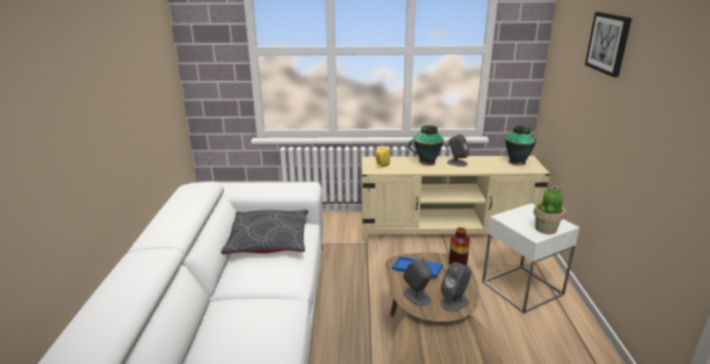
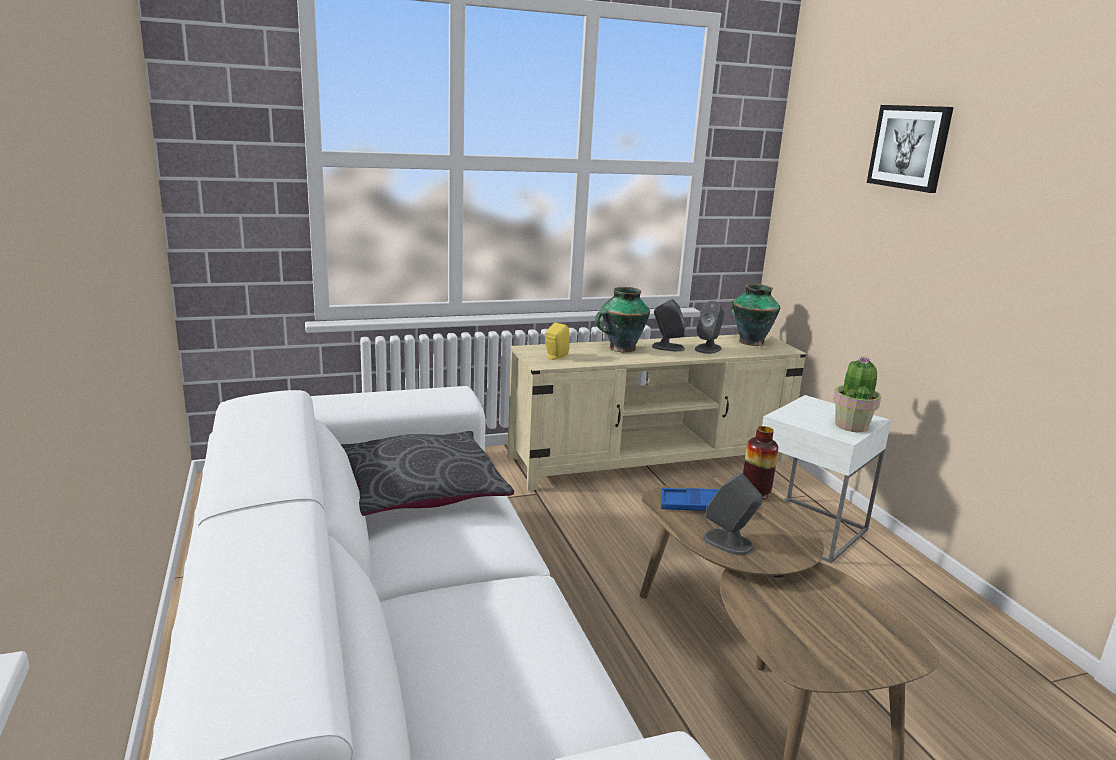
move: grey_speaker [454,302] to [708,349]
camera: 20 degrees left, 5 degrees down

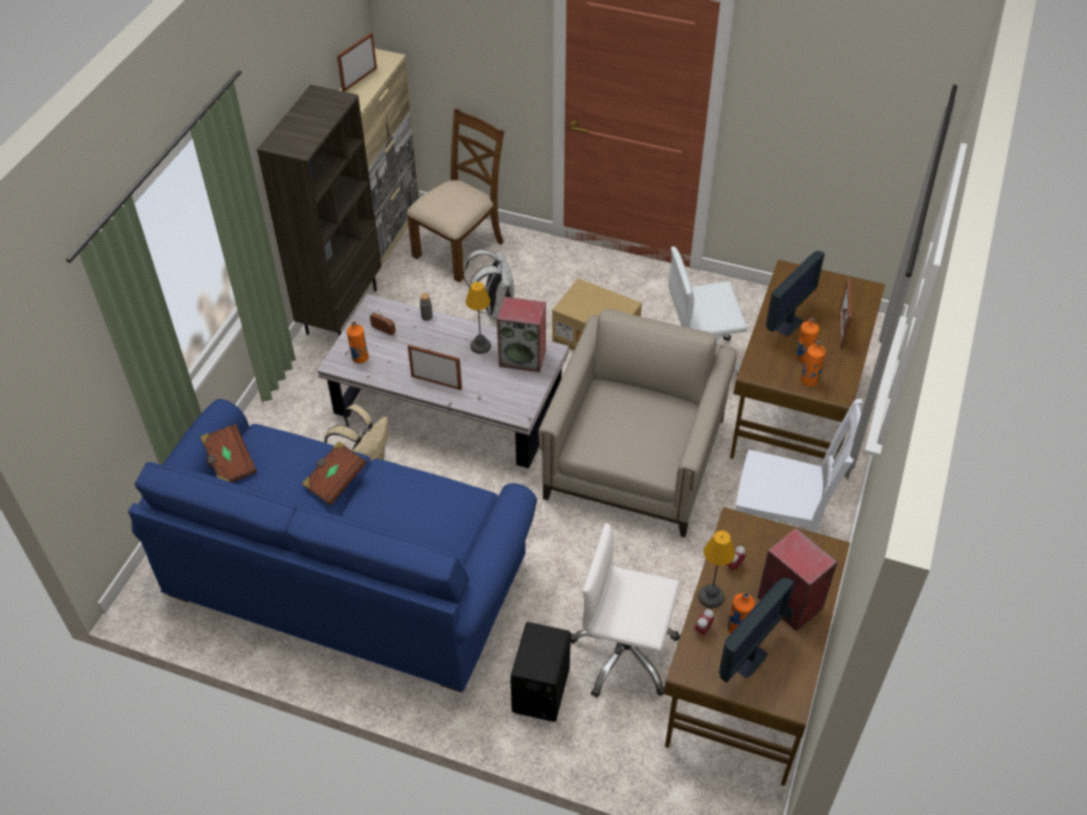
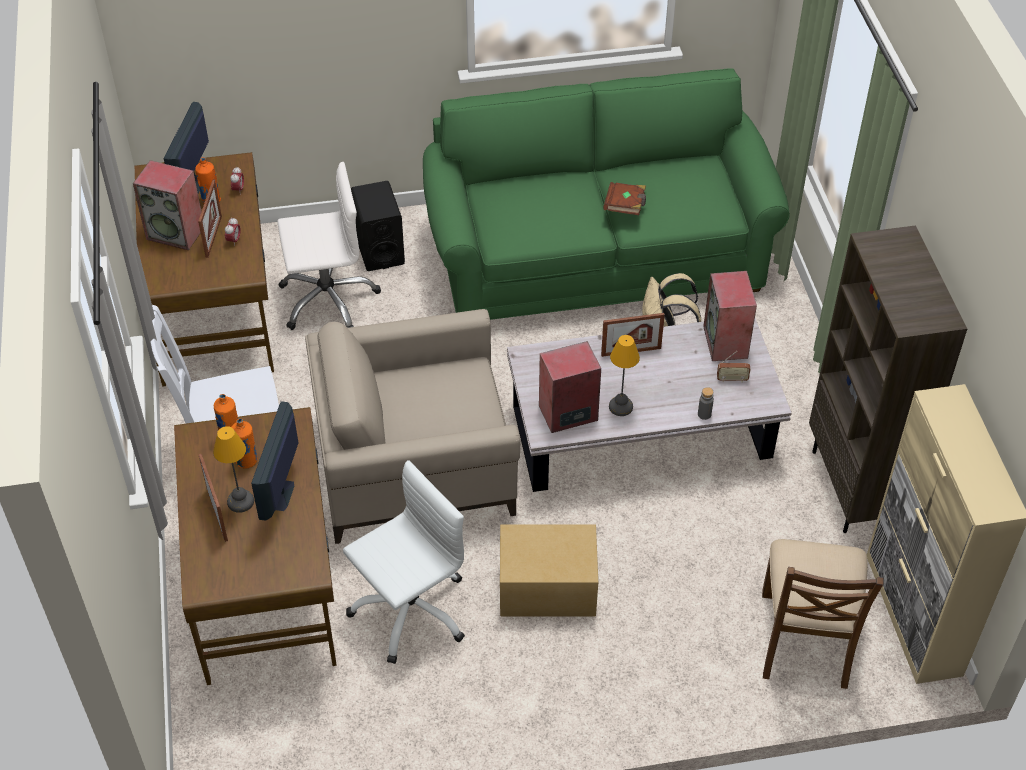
delete: brown_book [229,463]; white_backpack [494,308]
move: picture_frame [359,79] to [213,236]; table_lamp [711,596] to [240,502]
replace: orange_bottle [360,358] to speaker [726,342]
recolor: blue_sofa [346,577] to green_sofa [597,258]
rotate: beige_armchair [635,459] = [415,464] 90 degrees clockwise
camera: 150 degrees right, 0 degrees up

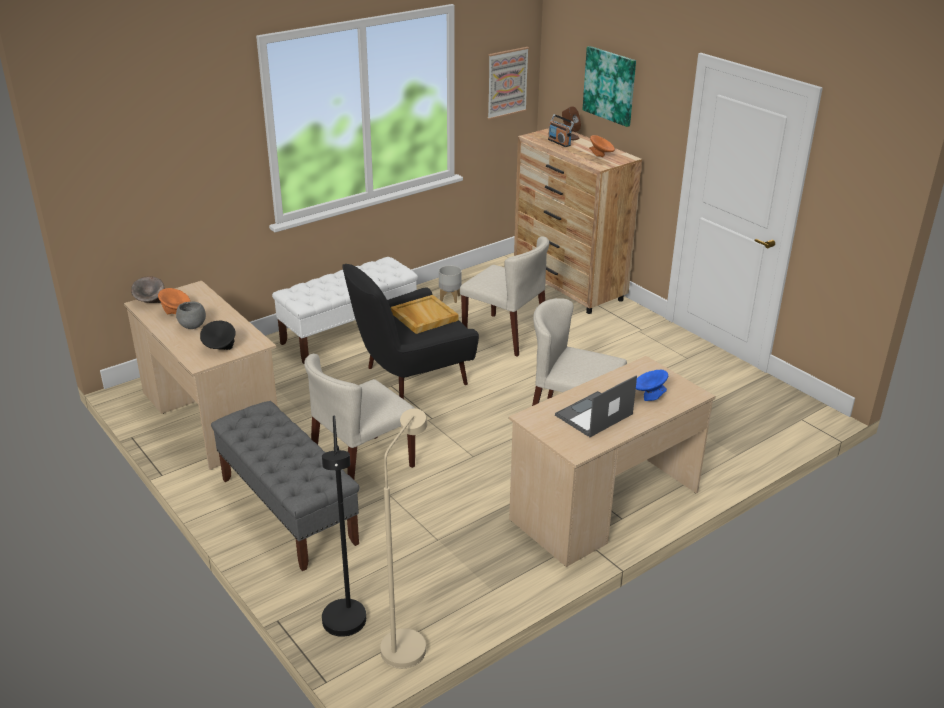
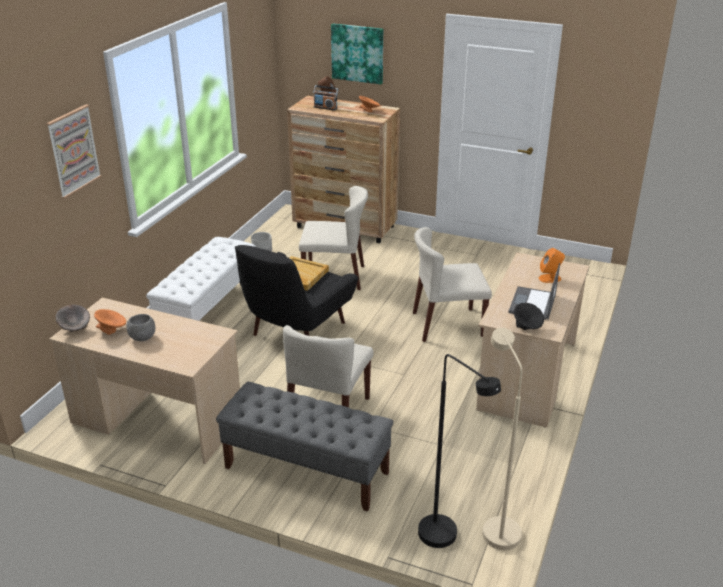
move: black_bowl [220,348] to [527,328]; picture [507,82] to [73,151]
replace: blue_bowl [649,395] to orange_speaker [550,278]
camera: 30 degrees left, 0 degrees up

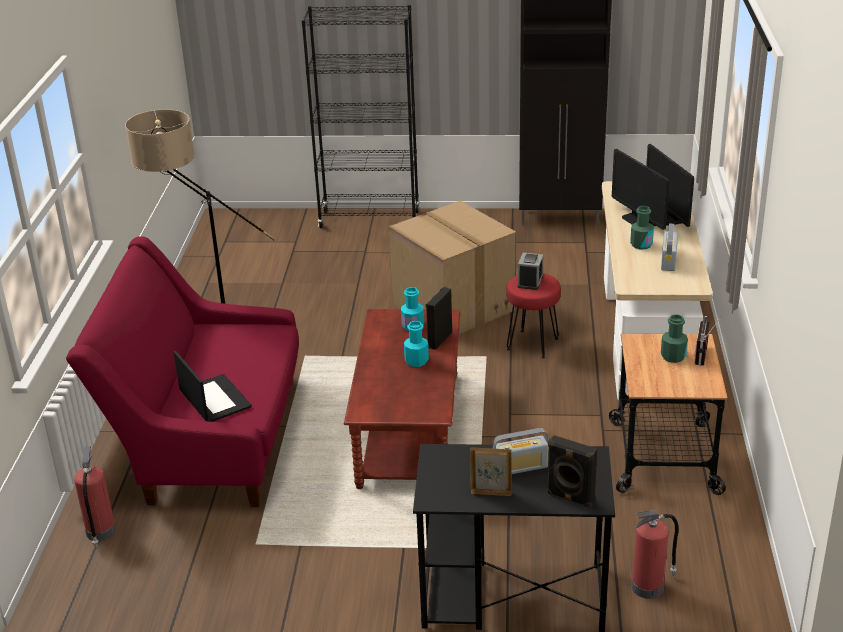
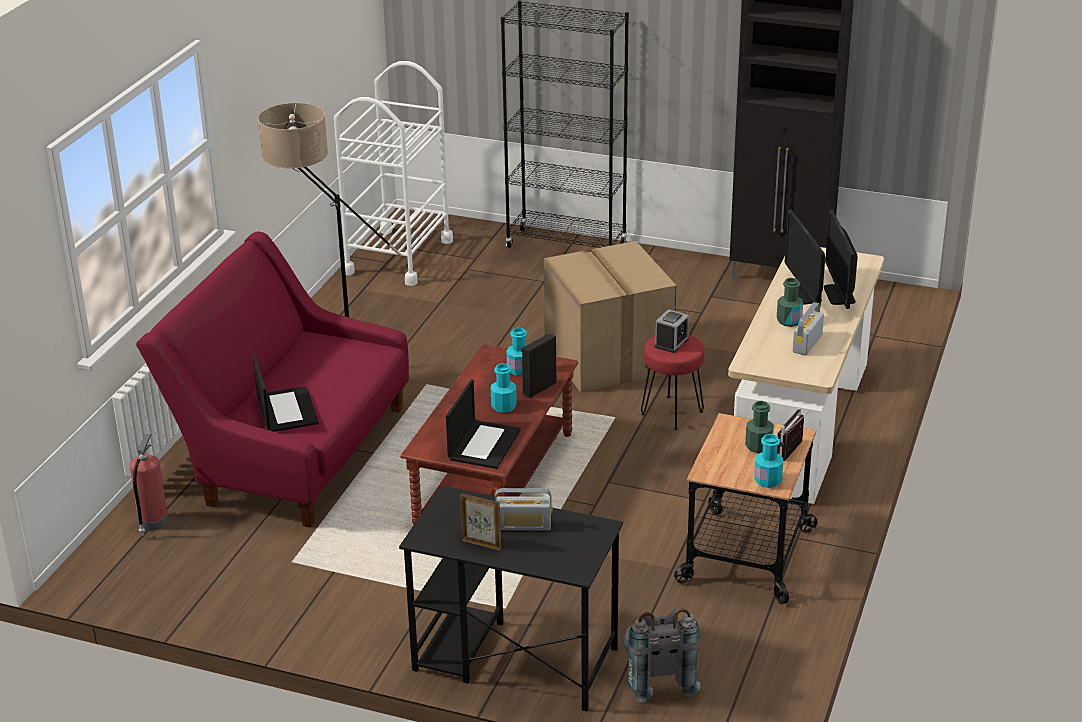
delete: black_speaker [570,498]
insert: white_cart [398,256]; laptop [484,444]; turquoise_bottle [767,480]
replace: fire_extinguisher [649,586] to grey_backpack [657,678]
camera: 15 degrees right, 0 degrees up

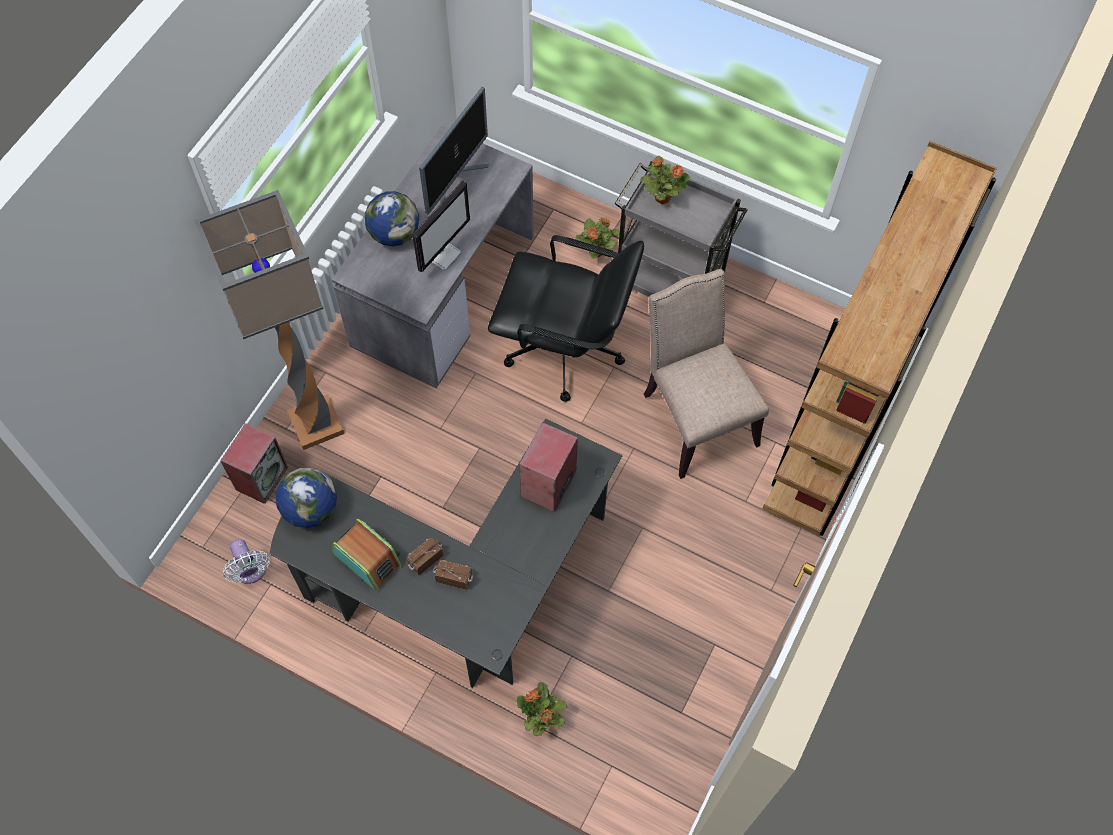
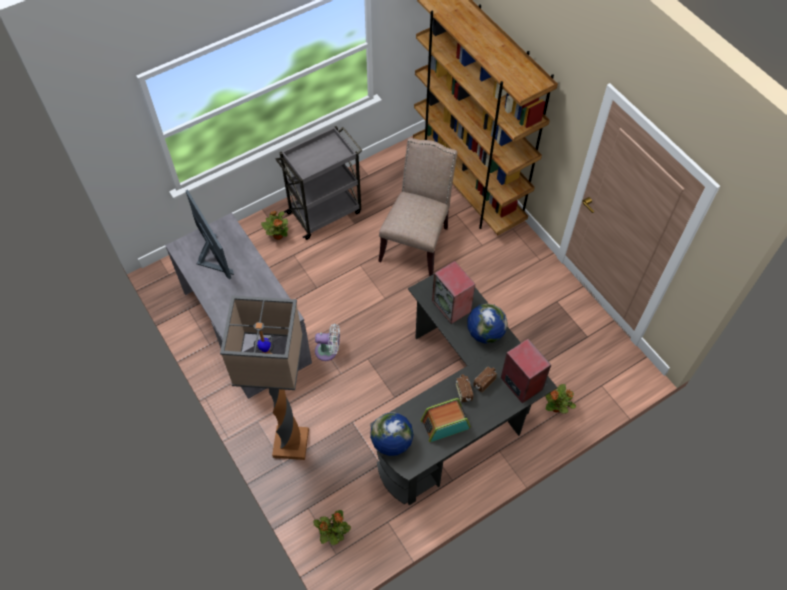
delete: monitor [442,254]; black_office_chair [565,349]
move: speaker [261,477] to [520,383]; white_fan [250,571] to [328,351]; globe [394,234] to [485,333]; potted_plant [662,197] to [333,534]
rotate: beige_chair [695,416] = [417,242] 105 degrees clockwise
camera: 60 degrees left, 5 degrees down

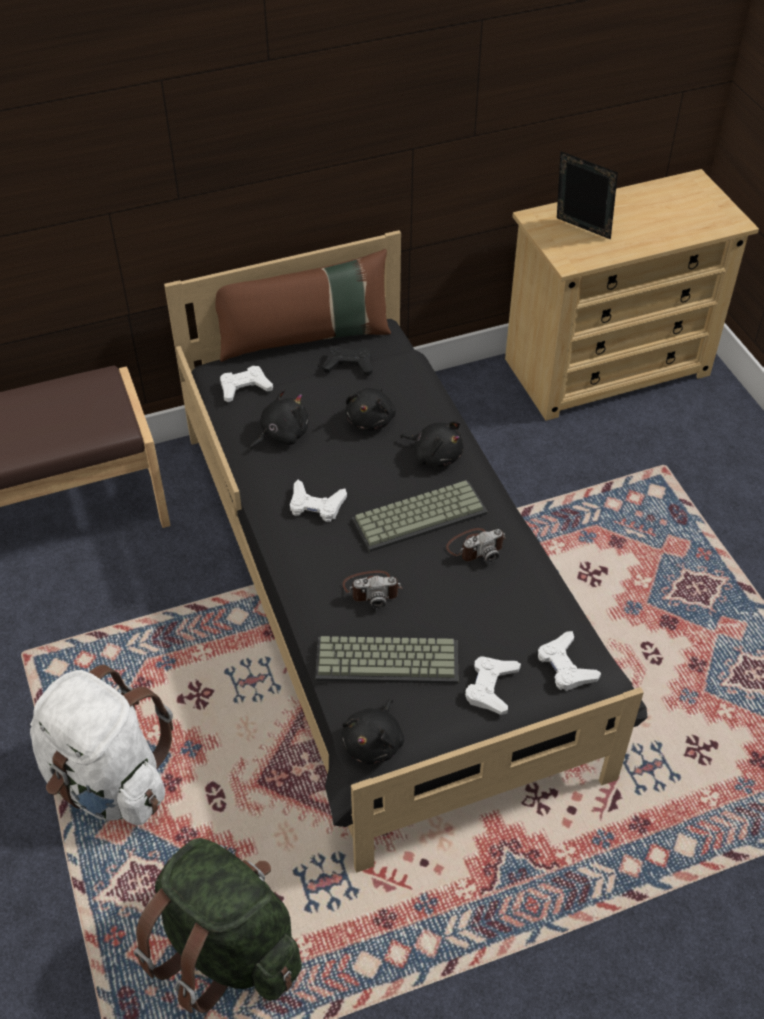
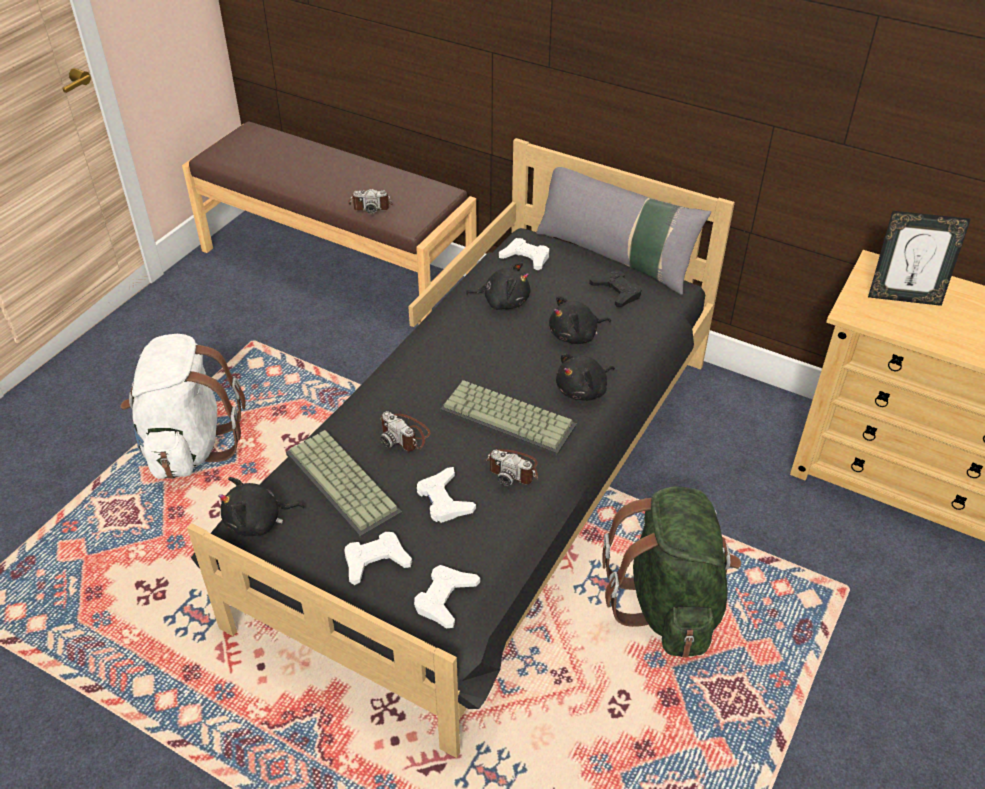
insert: photo_camera [370,205]
move: green_backpack [226,947] to [668,604]; white_game_controller [316,505] to [444,500]
recolor: brown_pillow [304,338] to grey_pillow [615,257]
rotate: black_plush_toy [435,455] = [583,390] 60 degrees clockwise; picture_frame [580,231] = [903,297] 105 degrees clockwise
camera: 50 degrees right, 5 degrees down

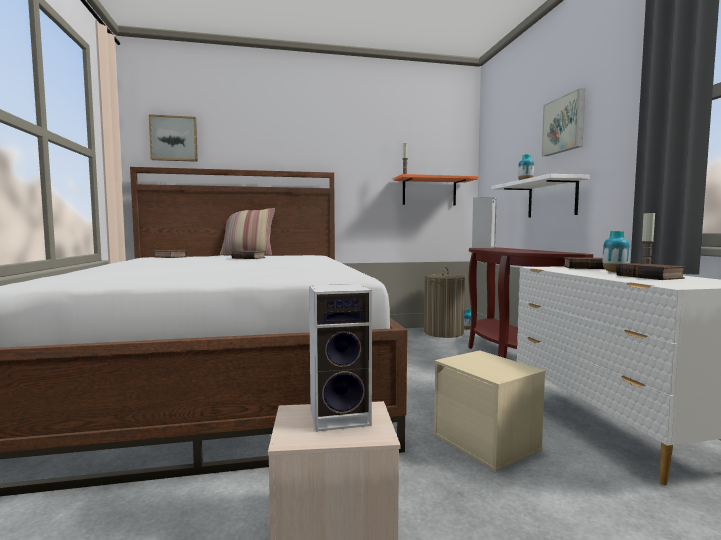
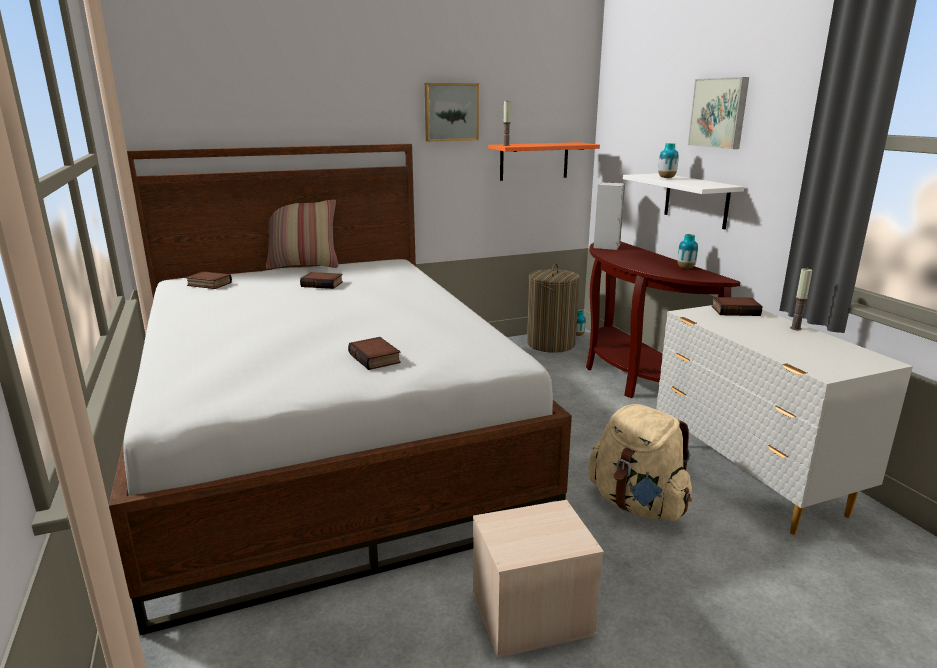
delete: speaker [342,416]
move: picture [174,139] to [451,112]; vase [614,272] to [685,268]; book [651,277] to [376,358]
replace: beige_storage_box [487,442] to beige_backpack [637,504]
camera: 10 degrees left, 15 degrees up

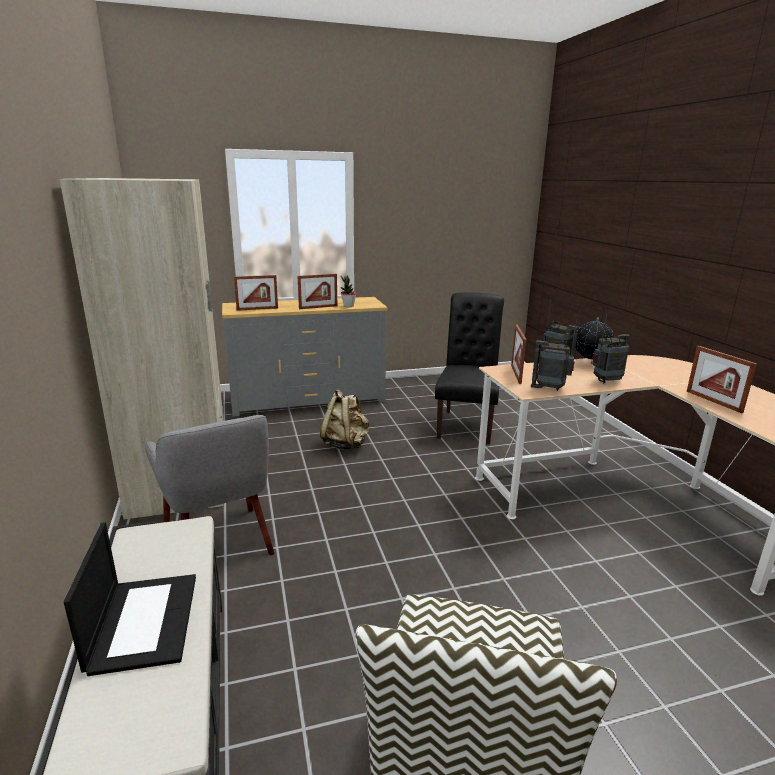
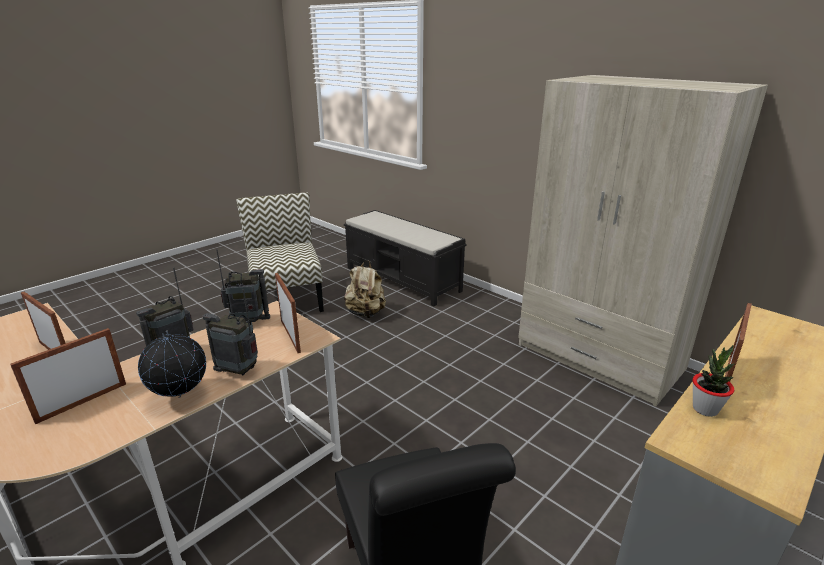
delete: laptop [143,621]; grey_armchair [219,543]
move: picture_frame [257,309] to [82,402]; beige_backpack [345,444] to [366,313]
camera: 150 degrees right, 5 degrees up

